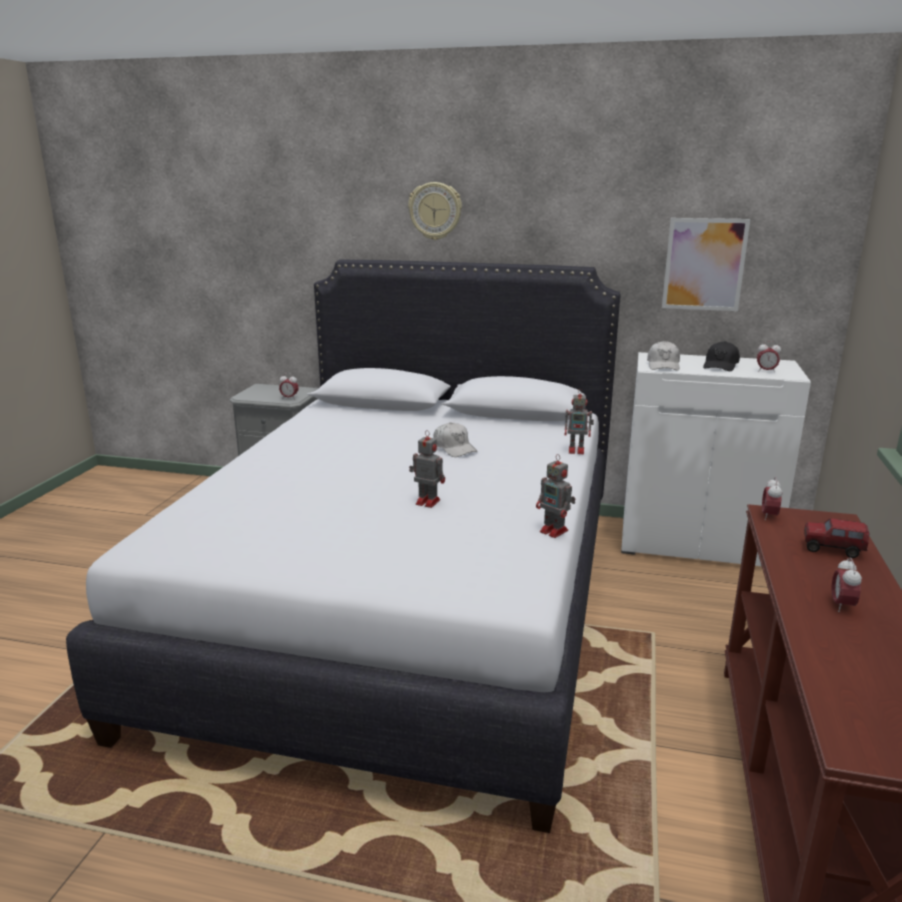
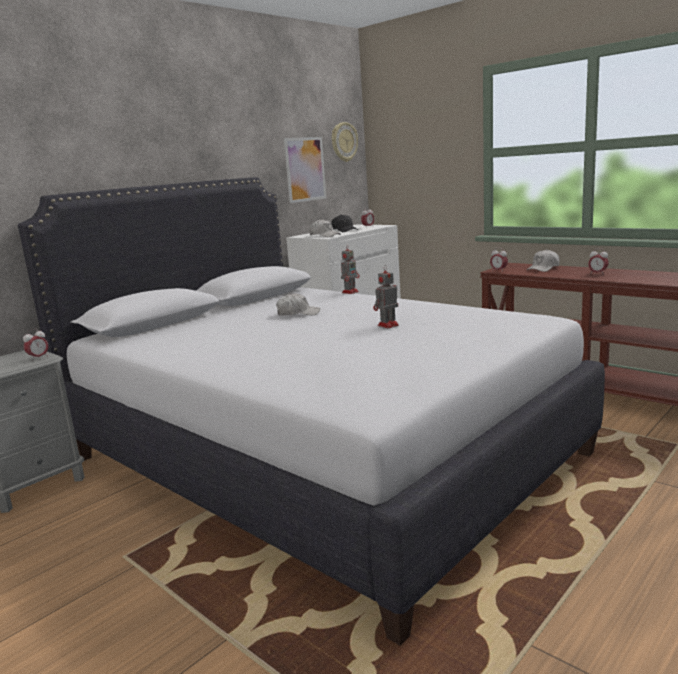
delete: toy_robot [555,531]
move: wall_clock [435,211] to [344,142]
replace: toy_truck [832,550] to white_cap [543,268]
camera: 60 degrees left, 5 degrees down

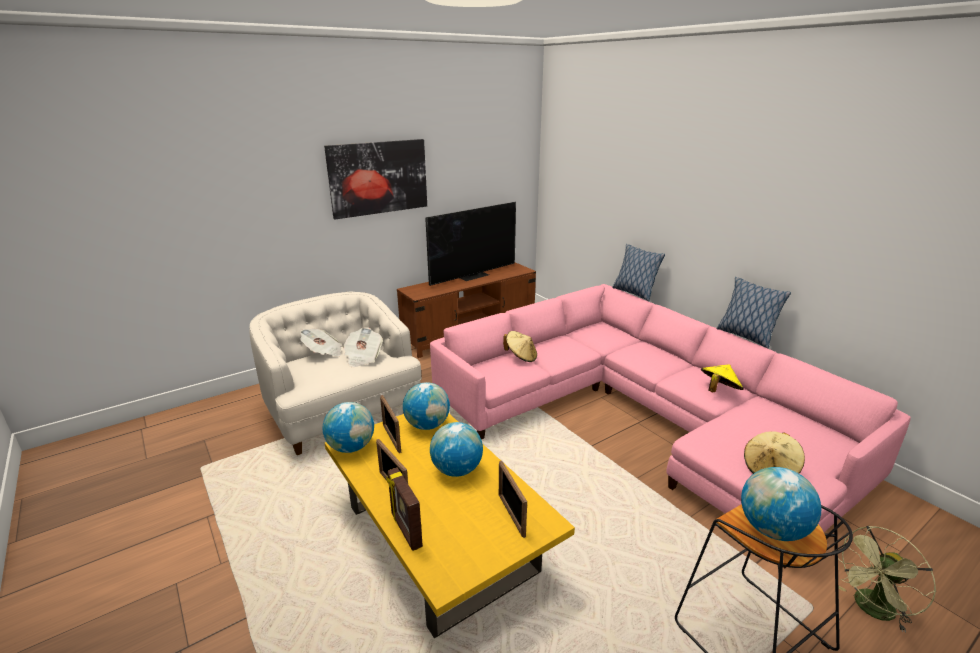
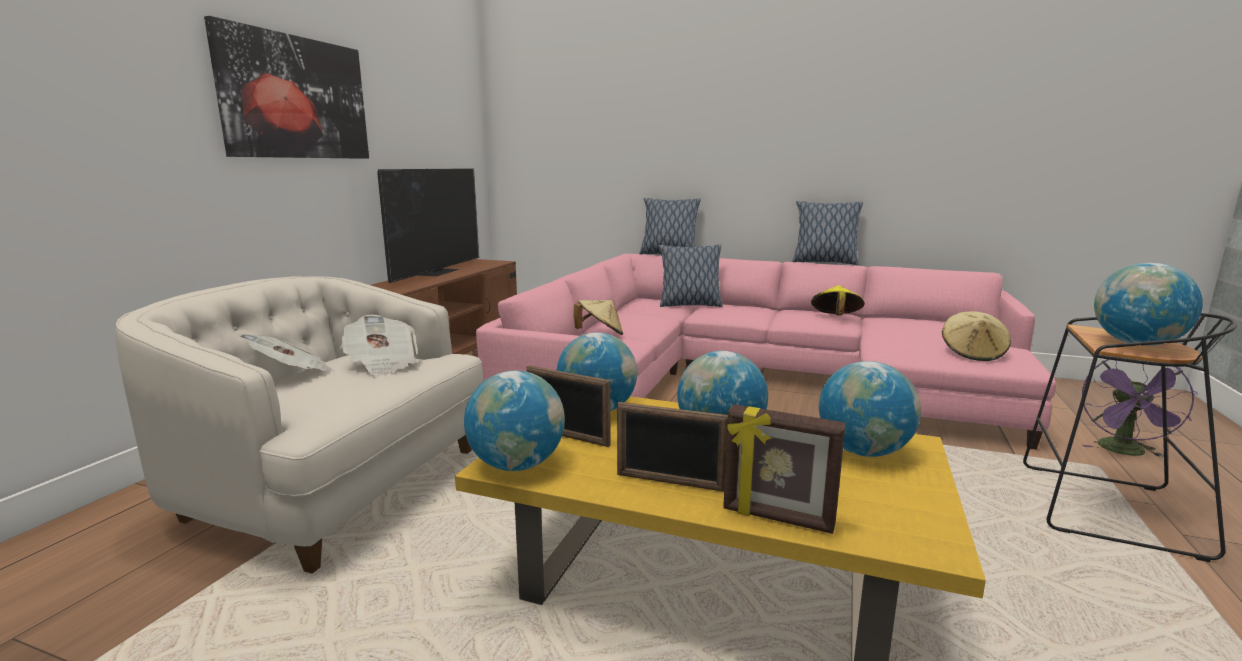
insert: pillow [689,305]
replace: picture_frame [511,515] to globe [863,451]
recolor: green_fan [871,610] to purple_fan [1125,452]
camera: 35 degrees left, 10 degrees down

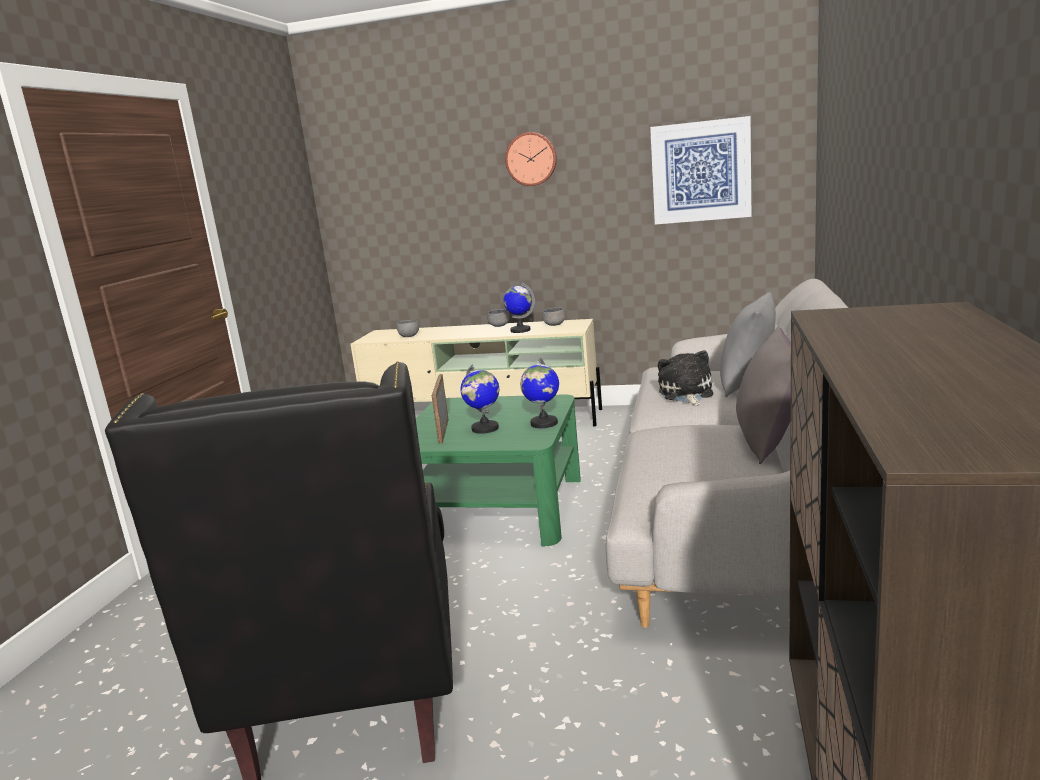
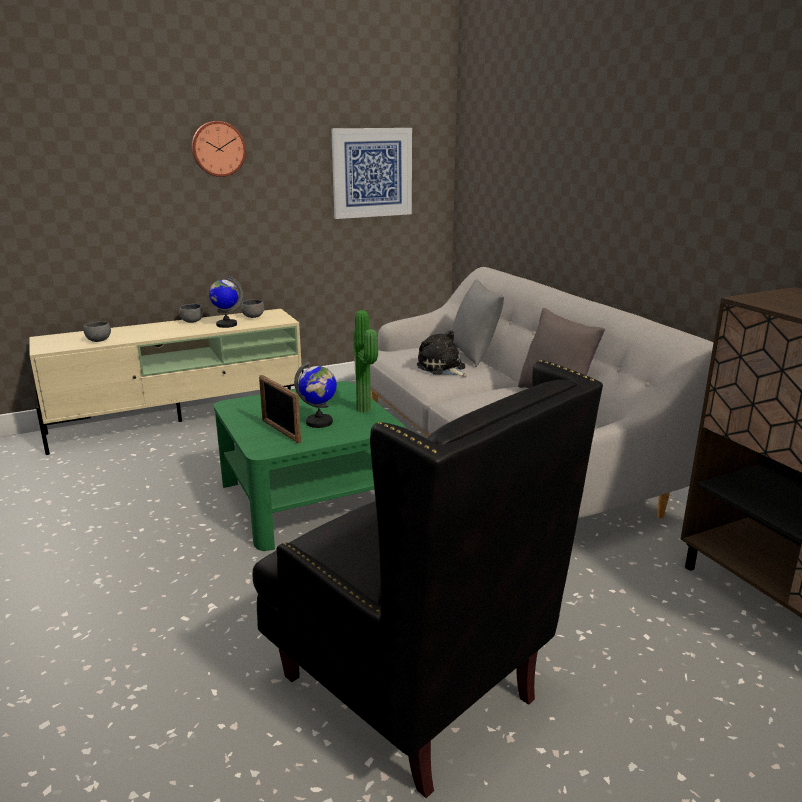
replace: globe [543,423] to potted_plant [366,409]
camera: 40 degrees left, 5 degrees up

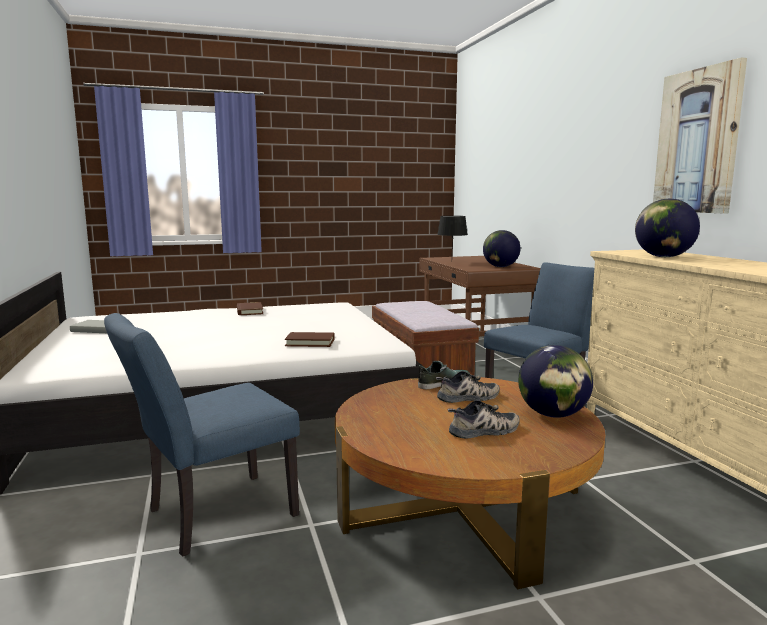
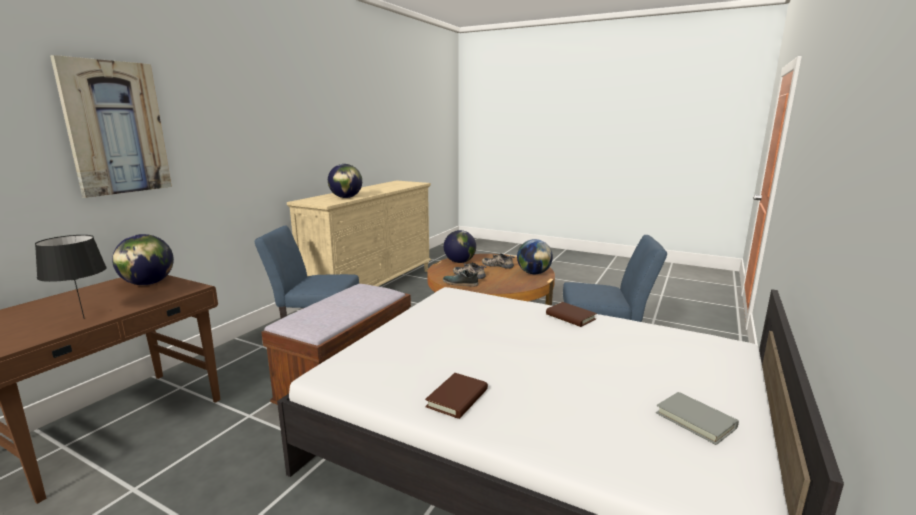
insert: globe [533,273]
move: brown_book [310,342] to [570,317]; picture [697,141] to [115,128]
camera: 135 degrees left, 5 degrees up

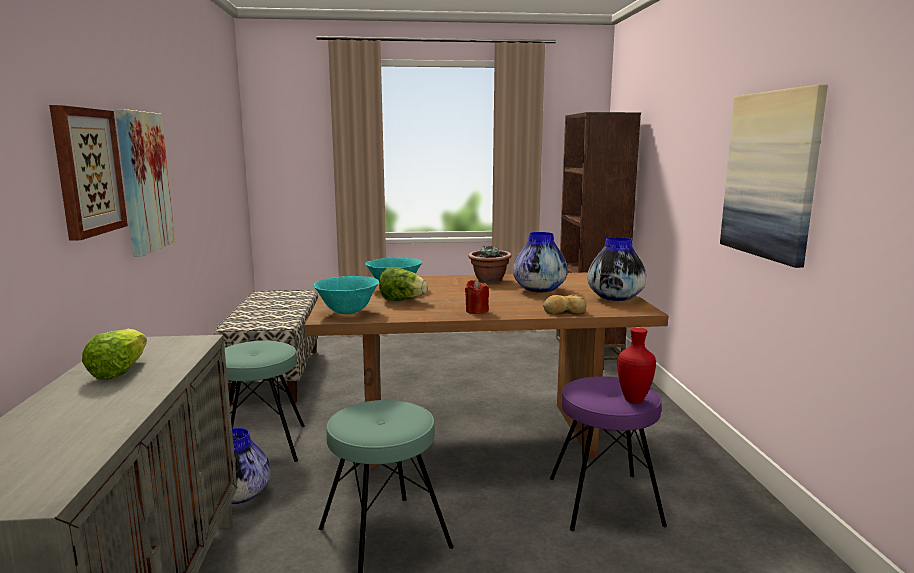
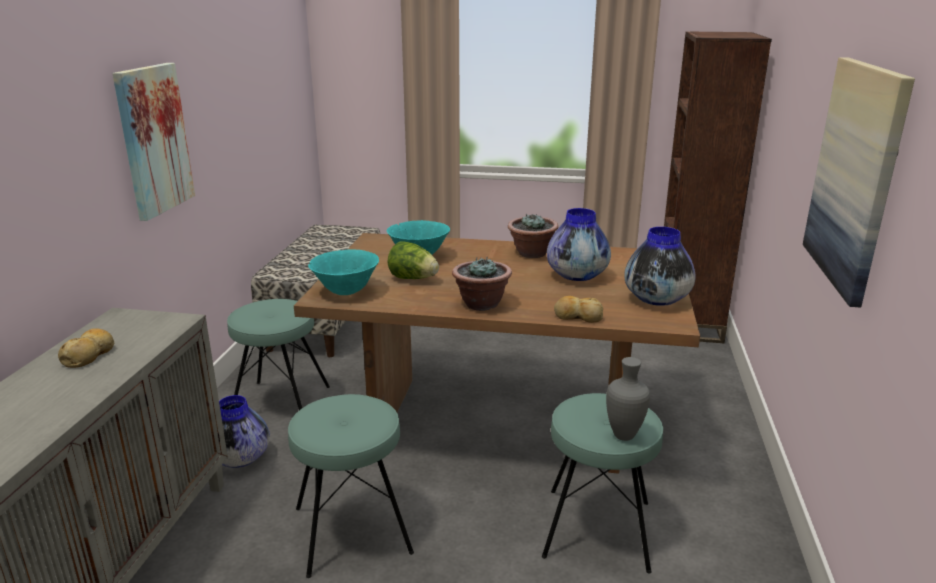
delete: picture [87,171]
replace: lettuce [119,371] to bread [90,355]; red_candle [476,311] to potted_plant [481,304]
recolor: purple_stool [604,501] to turquoise_stool [597,528]; red_vase [632,400] to grey_vase [623,435]
camera: 15 degrees right, 10 degrees up

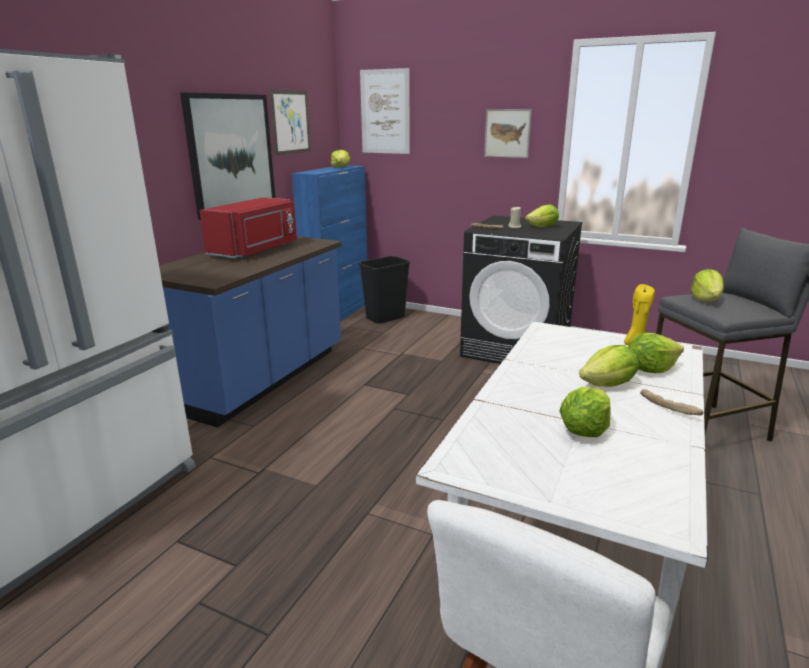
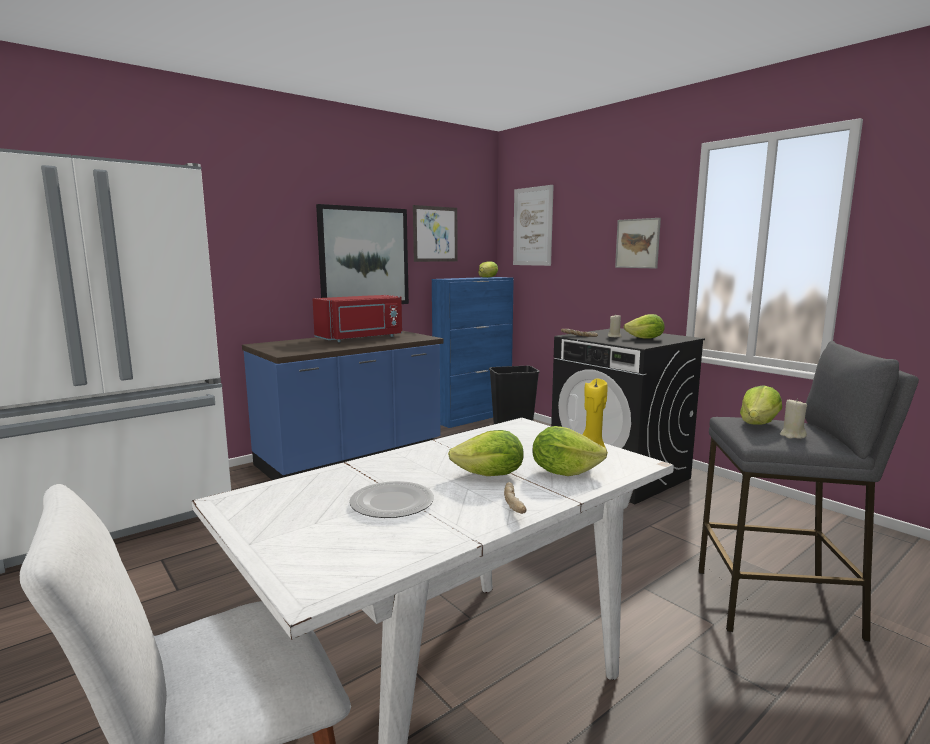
insert: beige_candle [792,435]
replace: lettuce [584,430] to plate [391,503]
camera: 25 degrees right, 10 degrees down

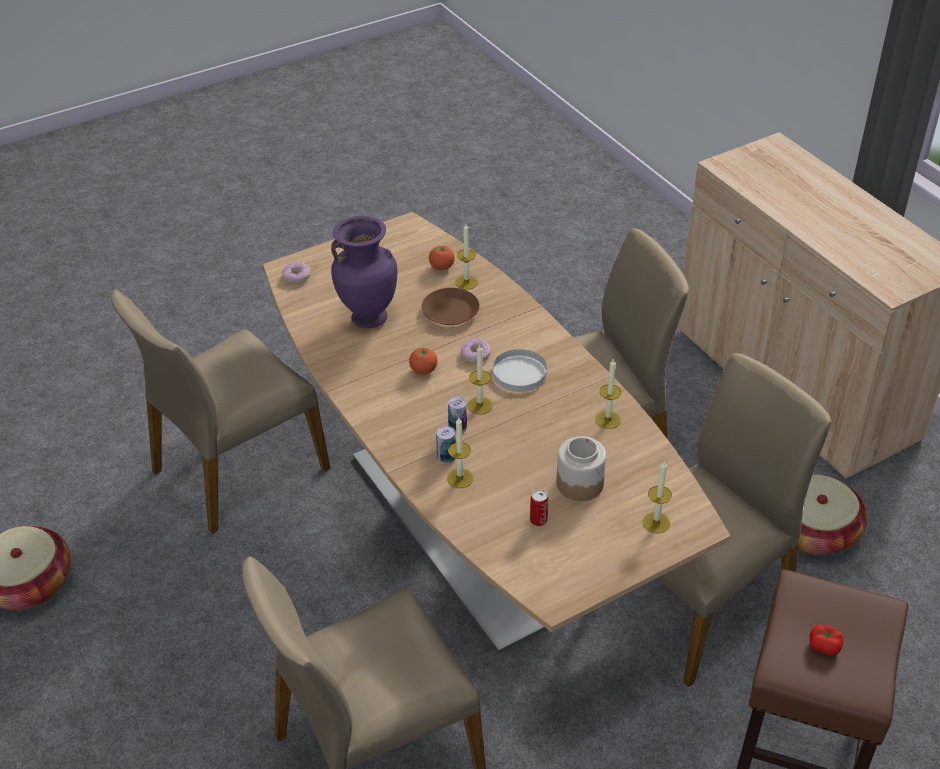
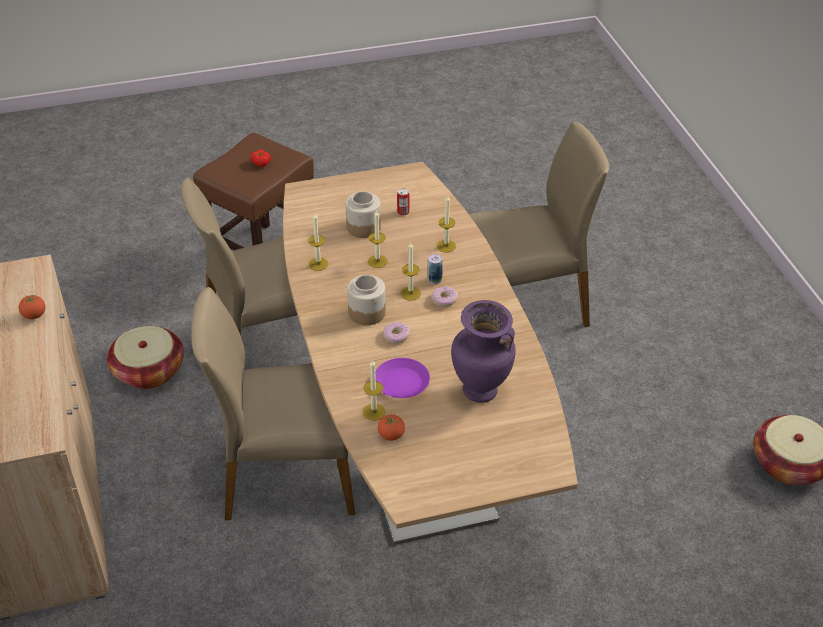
delete: beige_chair [237,469]; can [446,458]
move: donut [296,277] to [444,299]; tomato [423,370] to [34,315]; candle [656,523] to [377,261]
replace: white_plate [519,373] to jar [367,312]
recolor: brown_plate [450,311] to purple_plate [401,383]
camera: 165 degrees left, 0 degrees up

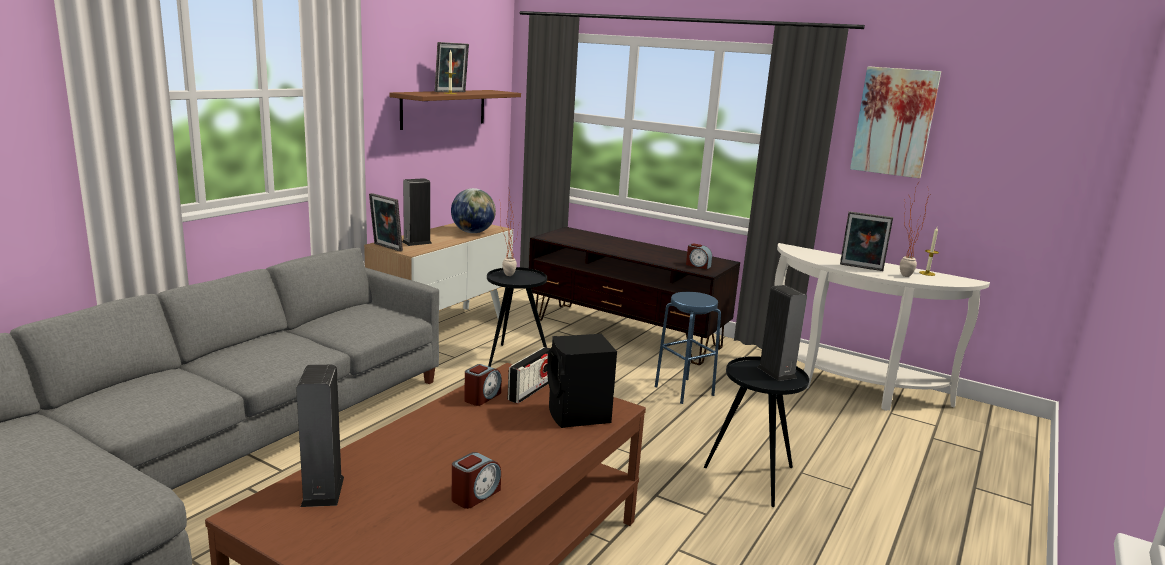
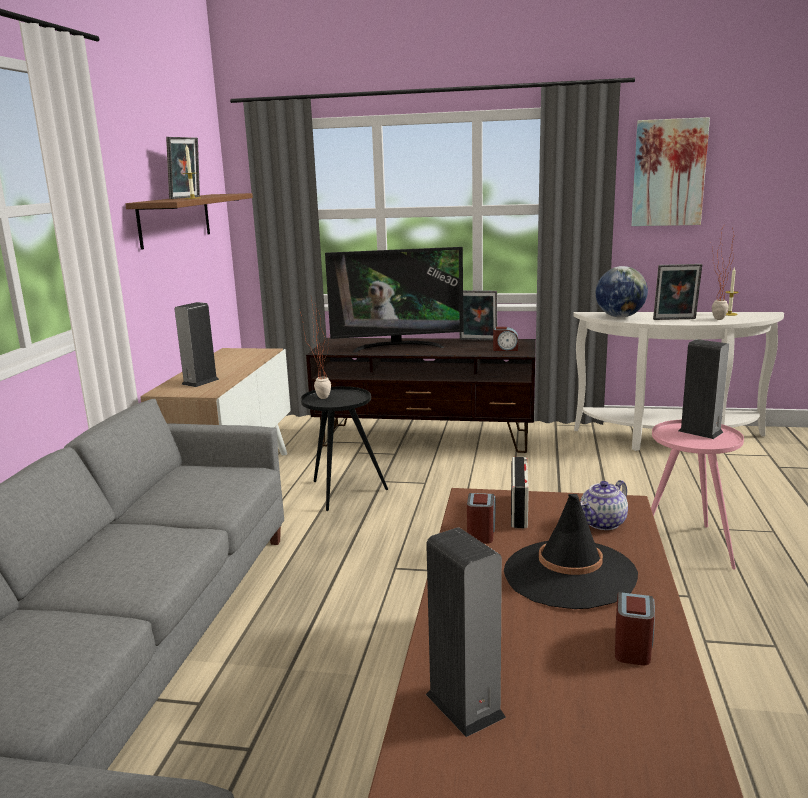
delete: blue_stool [684,390]
insert: television [397,346]; black_hat [569,574]
move: picture_frame [386,247] to [478,340]; globe [473,232] to [619,316]
replace: black_speaker [579,416] to teapot [603,523]
recolor: black_side_table [752,477] to pink_side_table [686,547]
camera: 20 degrees left, 0 degrees up

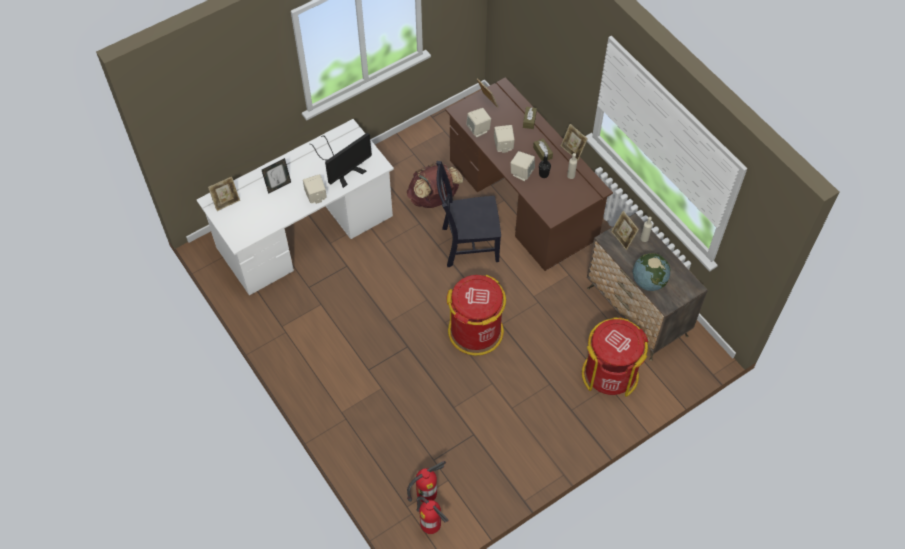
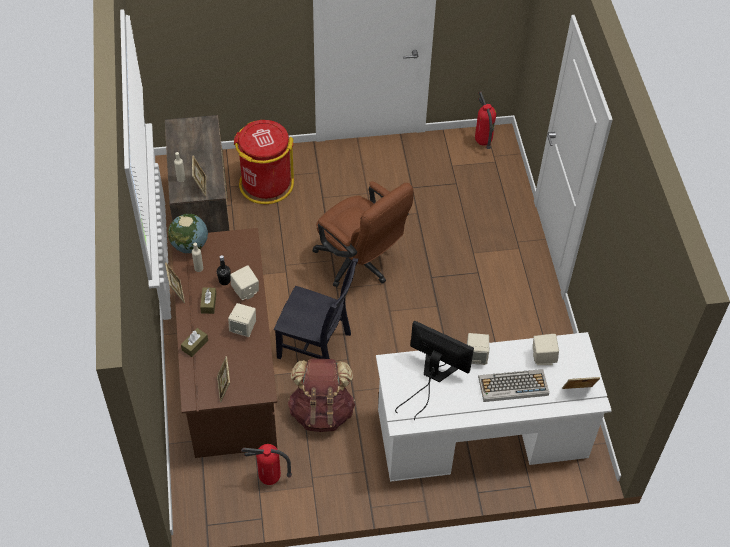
move: fire_extinguisher [426,495] to [269,479]; beige_speaker [478,129] to [543,357]; globe [648,281] to [190,245]
replace: picture_frame [278,186] to keyboard [512,386]; red_trash_can [476,331] to brown_office_chair [360,263]
rotate: monitor [343,168] = [431,377] 45 degrees clockwise
camera: 155 degrees left, 5 degrees down

